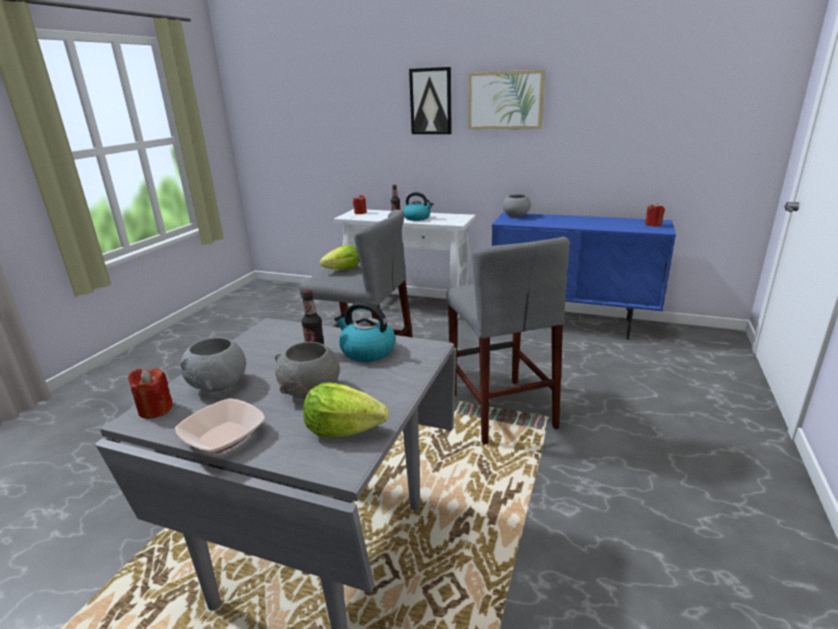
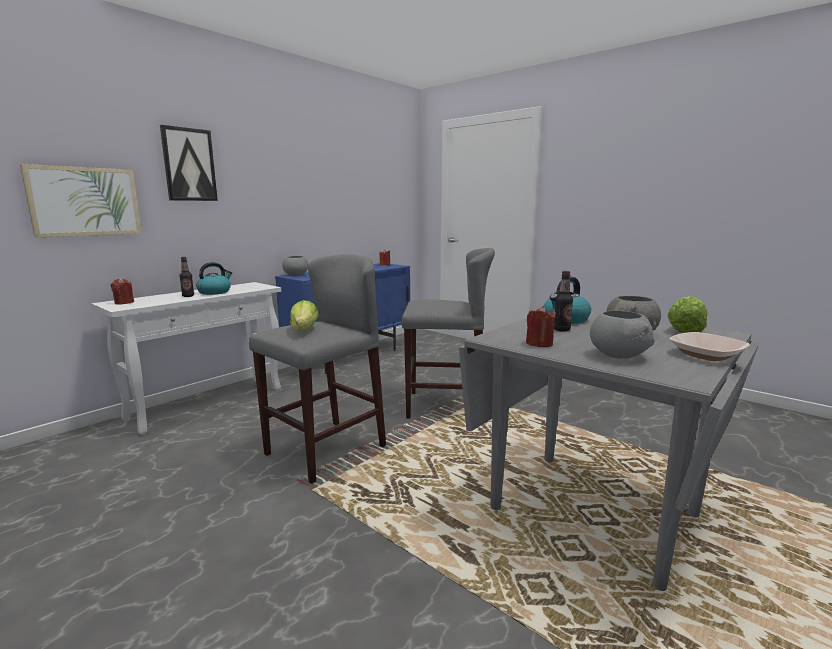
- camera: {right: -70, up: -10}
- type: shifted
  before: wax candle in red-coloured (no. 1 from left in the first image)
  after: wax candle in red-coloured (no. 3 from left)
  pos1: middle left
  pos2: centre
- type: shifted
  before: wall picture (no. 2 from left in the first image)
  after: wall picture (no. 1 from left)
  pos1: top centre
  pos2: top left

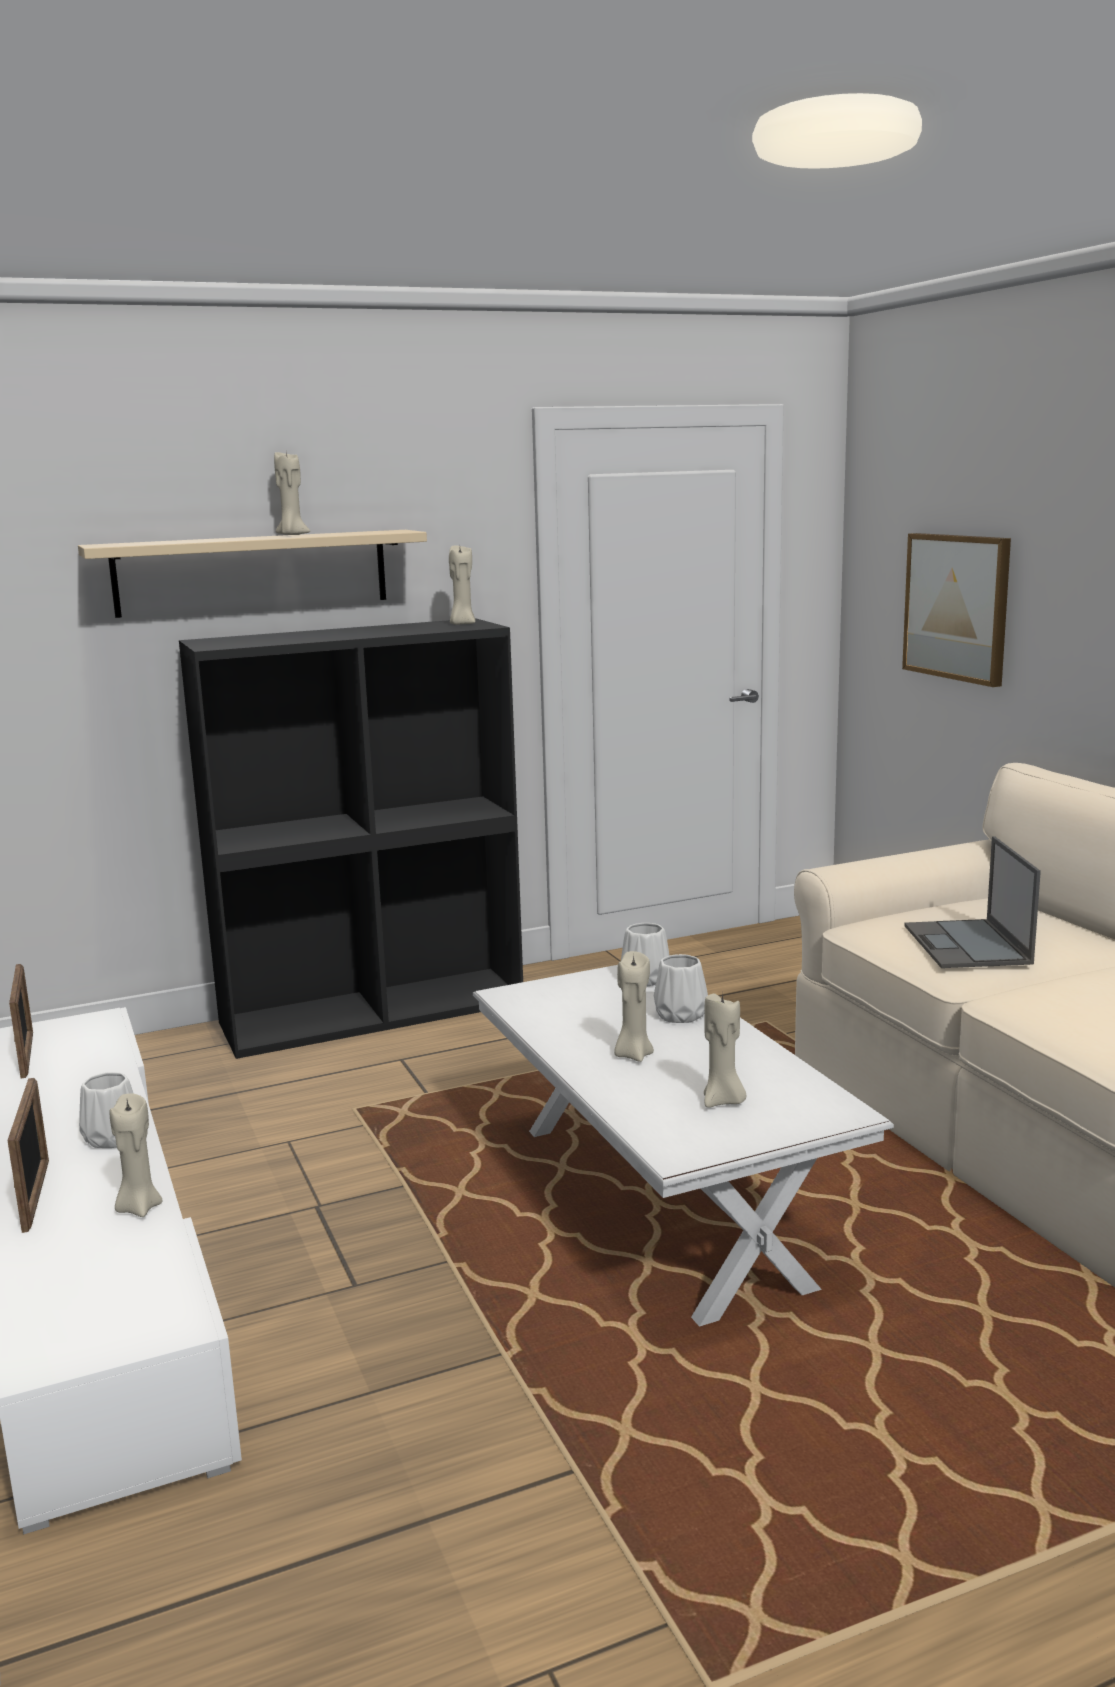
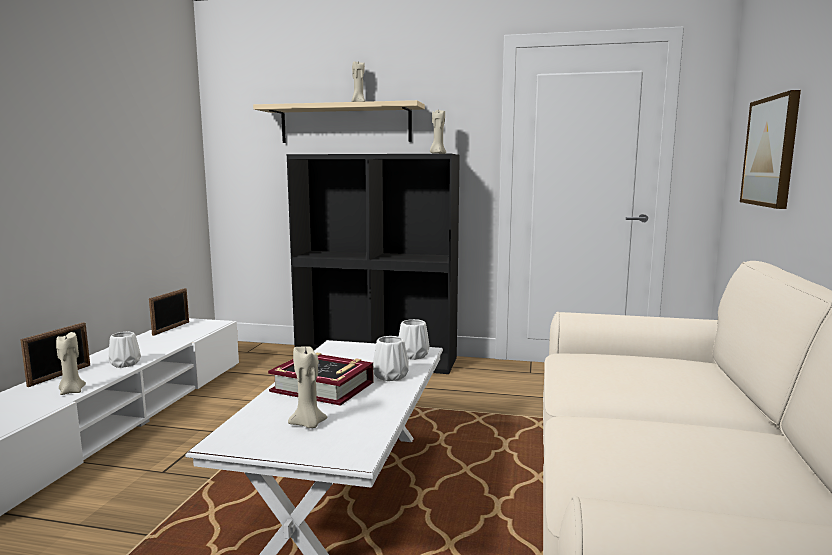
- camera: {right: 35, up: -5}
- type: swapped
  before: wax candle in beige-coloured (no. 4 from left)
  after: volume
  pos1: centre
  pos2: bottom centre
- type: gone
  before: notebook computer
  pos1: middle right

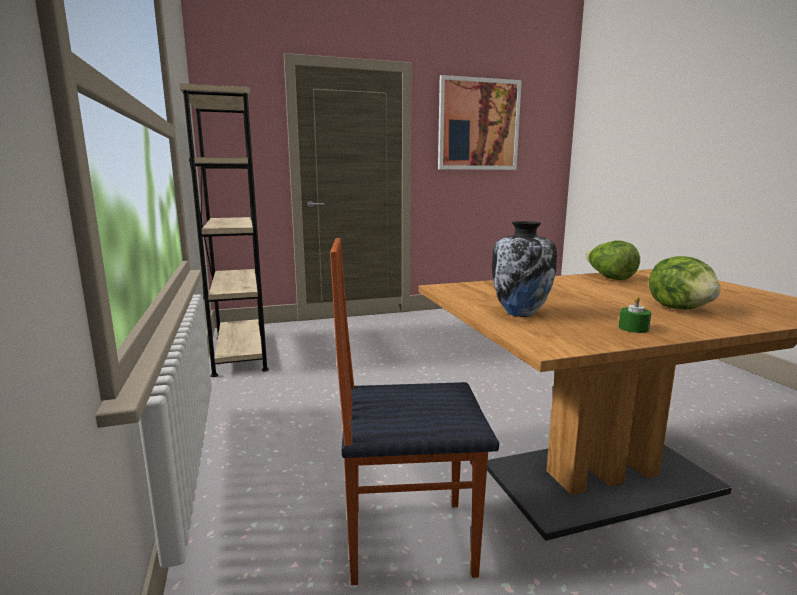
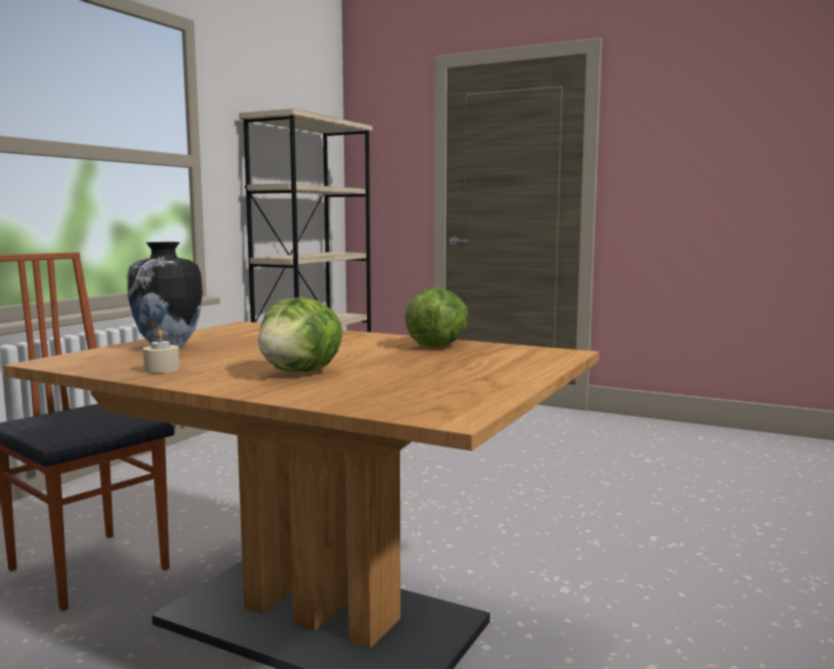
- camera: {right: 45, up: -5}
- type: gone
  before: wall picture
  pos1: top centre
- type: repainted
  before: wax candle in greenish
  after: wax candle in beige-coloured
  pos1: middle right
  pos2: middle left

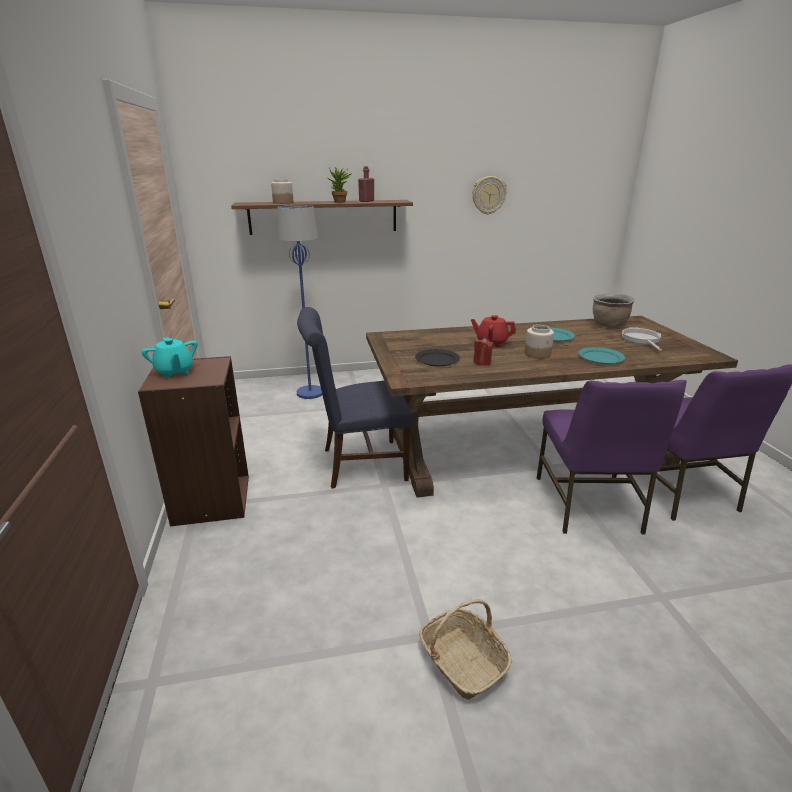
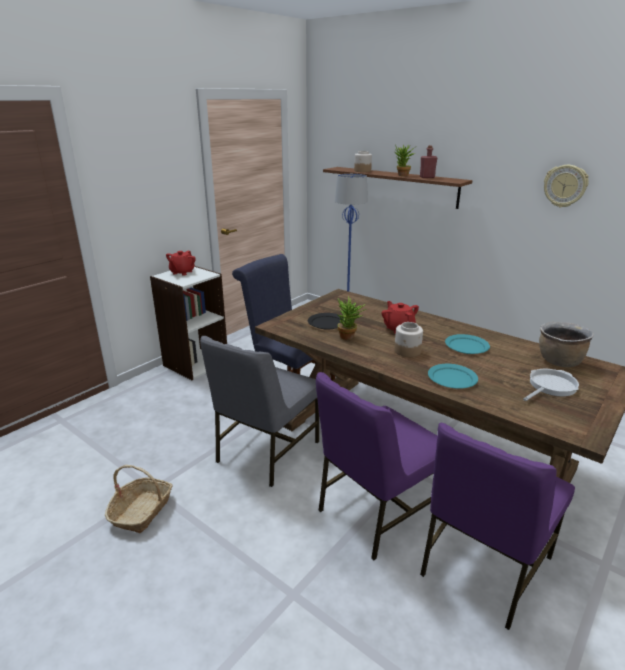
- camera: {right: 50, up: 0}
- type: repainted
  before: bookshelf in brown-coloured
  after: bookshelf in whitish
  pos1: middle left
  pos2: middle left
- type: repainted
  before: tea pot in turquoise
  after: tea pot in red-coloured (no. 1 from left)
  pos1: middle left
  pos2: middle left
- type: swapped
  before: wax candle in red-coloured
  after: plant in a pot (no. 1 from left)
  pos1: centre
  pos2: centre
- type: new
  after: upright chair in greyish
  pos2: centre

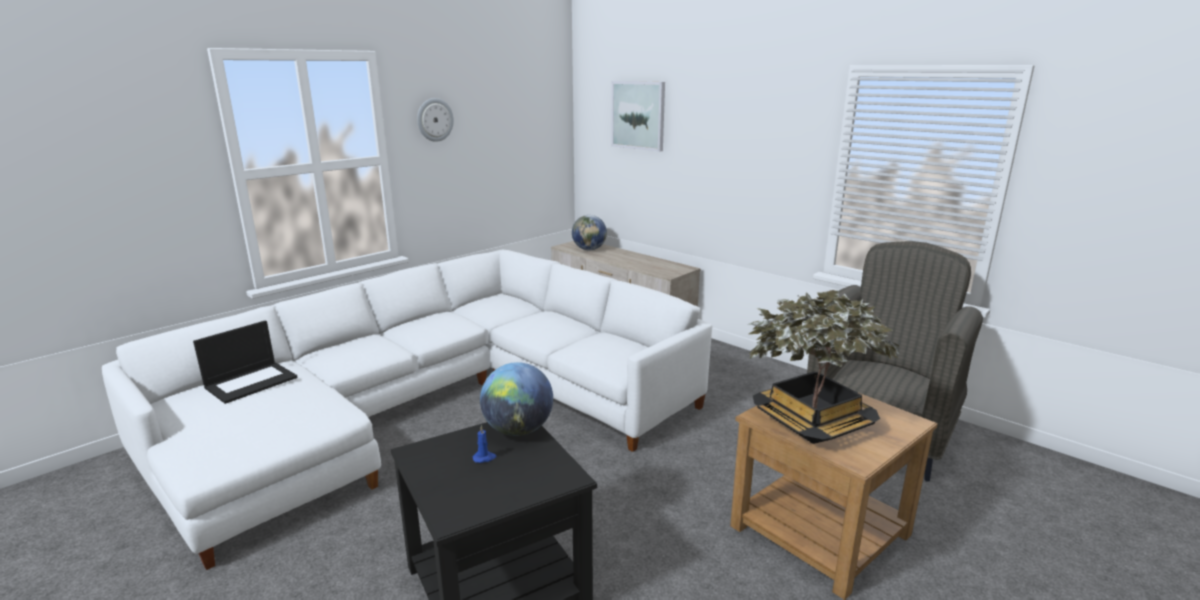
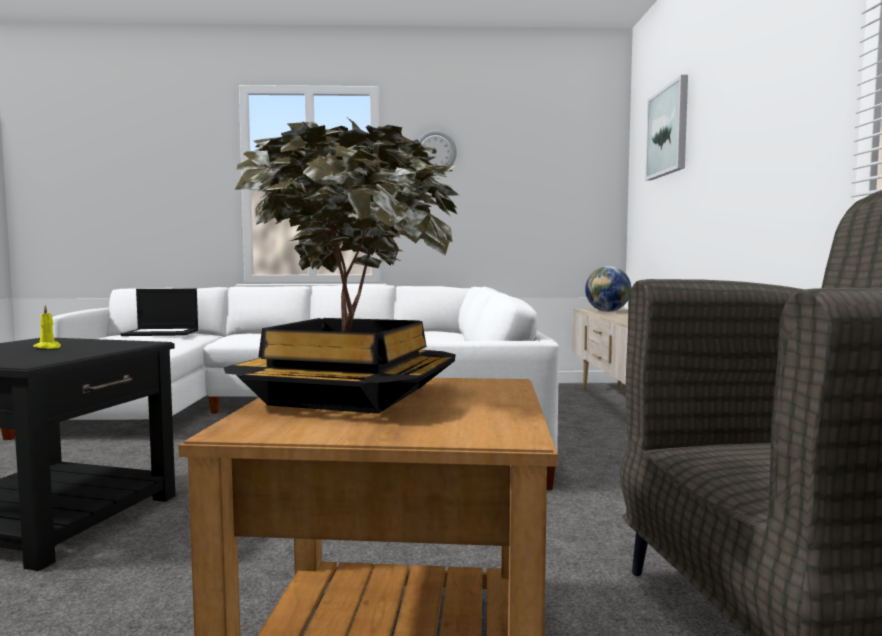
- camera: {right: 45, up: -15}
- type: repainted
  before: wax candle in bluish
  after: wax candle in yellow
  pos1: bottom centre
  pos2: middle left
- type: gone
  before: desk globe (no. 1 from left)
  pos1: centre

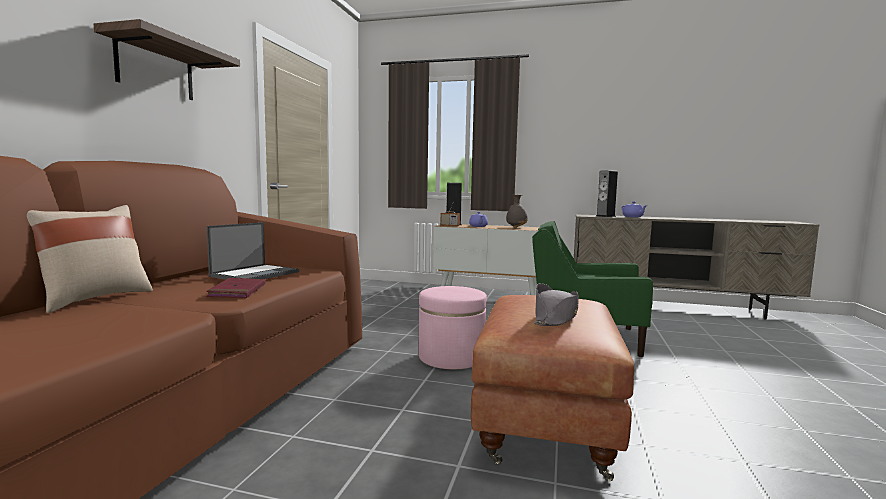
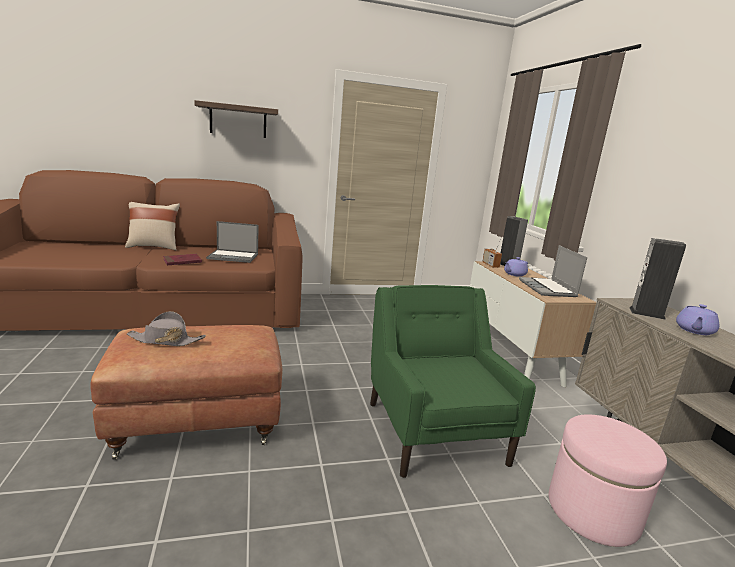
- camera: {right: 60, up: 10}
- type: shifted
  before: ottoman in pink-coloured
  pos1: centre
  pos2: bottom right
- type: swapped
  before: flower vase in greyish
  after: notebook computer (no. 2 from left)
  pos1: centre
  pos2: middle right

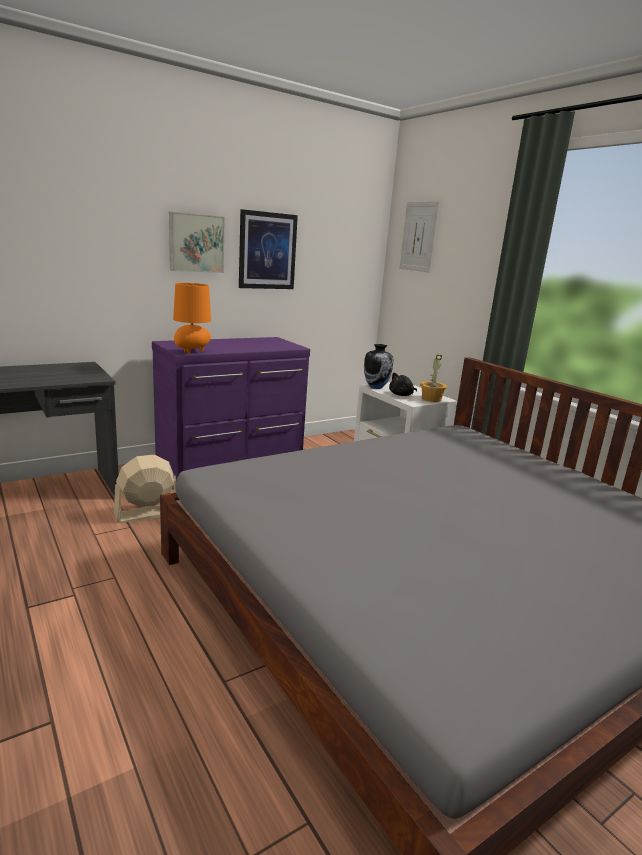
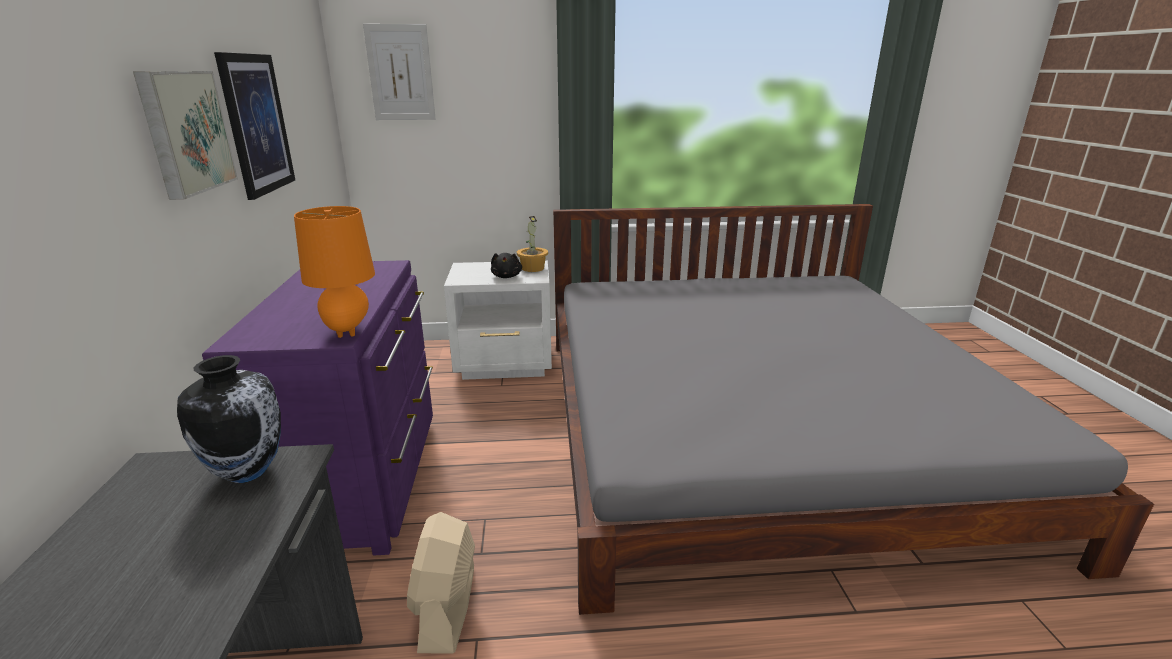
- camera: {right: -60, up: 5}
- type: shifted
  before: flower vase
  pos1: centre
  pos2: middle left

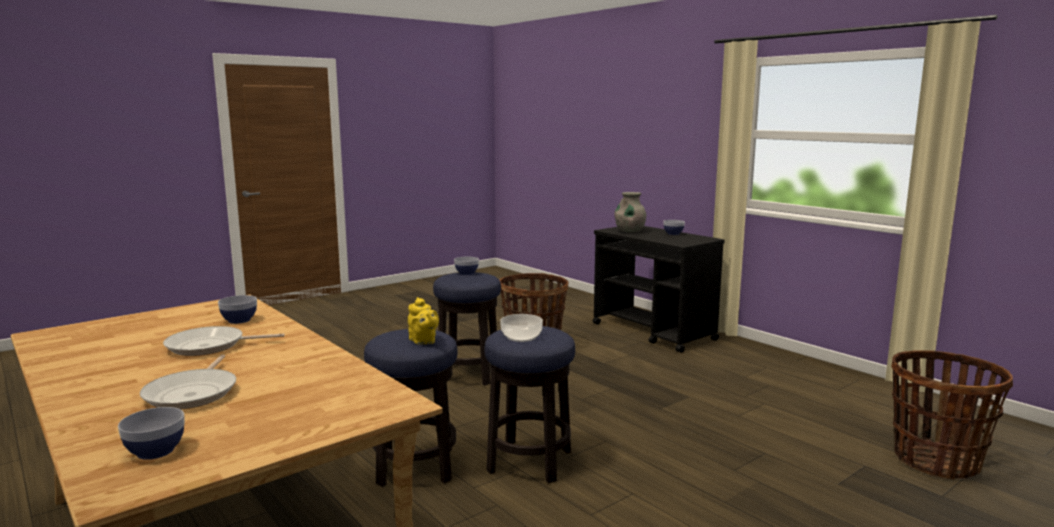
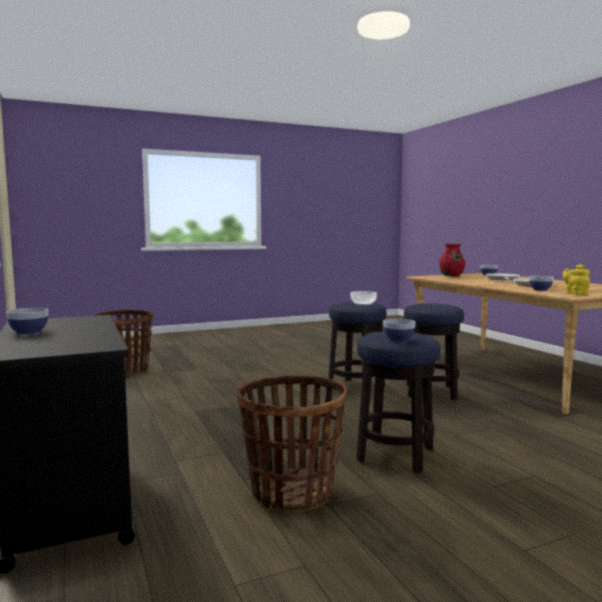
- camera: {right: -165, up: -5}
- type: shifted
  before: tea pot in yellow
  pos1: centre
  pos2: middle right
- type: gone
  before: flower vase in greyish
  pos1: centre
- type: new
  after: flower vase in red-coloured
  pos2: middle right

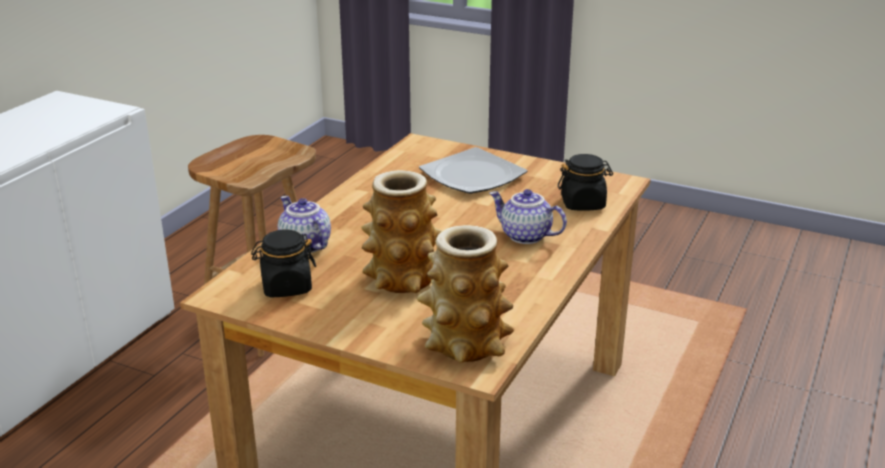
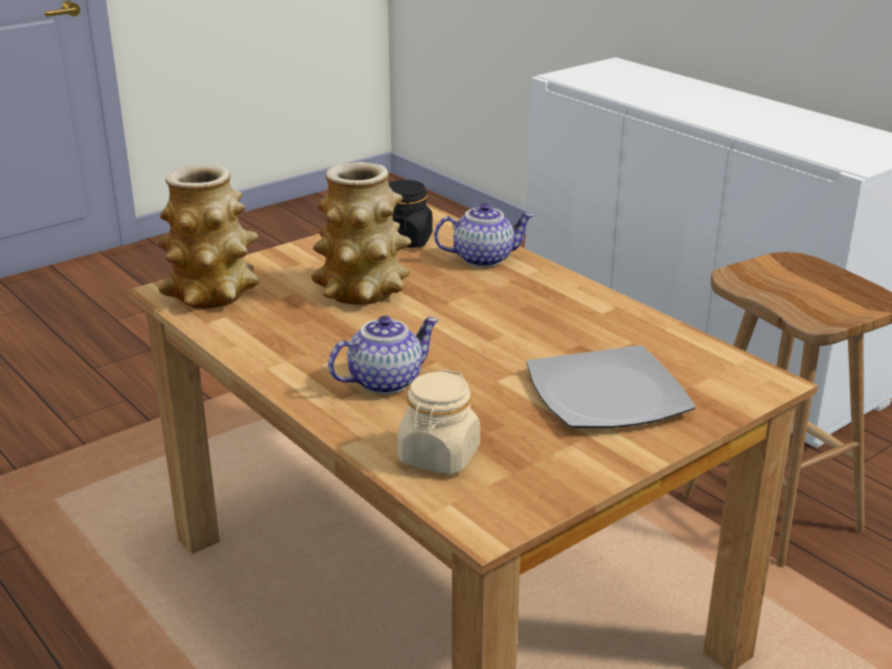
- camera: {right: 115, up: 0}
- type: repainted
  before: jar in blackish (no. 2 from left)
  after: jar in beige-coloured
  pos1: centre
  pos2: centre

